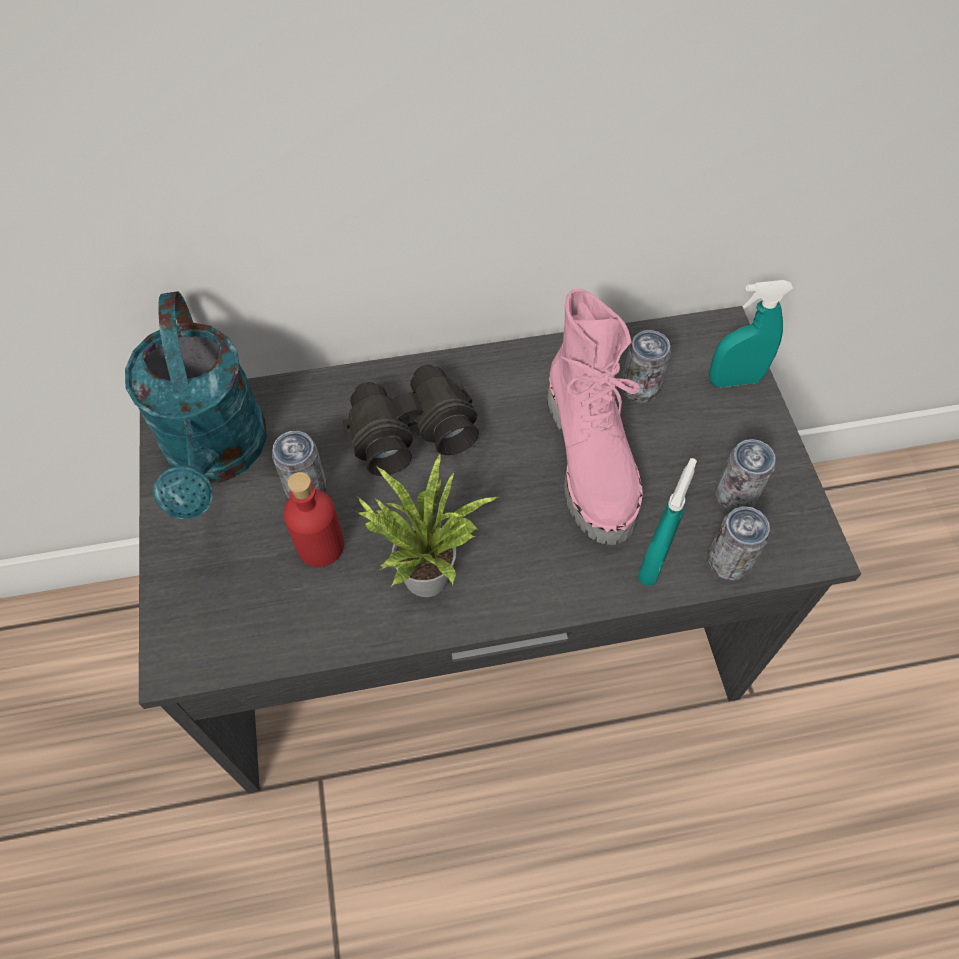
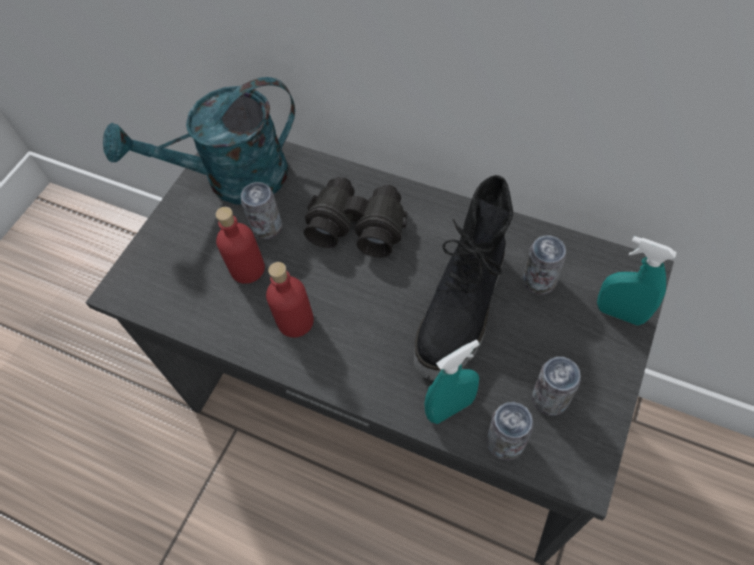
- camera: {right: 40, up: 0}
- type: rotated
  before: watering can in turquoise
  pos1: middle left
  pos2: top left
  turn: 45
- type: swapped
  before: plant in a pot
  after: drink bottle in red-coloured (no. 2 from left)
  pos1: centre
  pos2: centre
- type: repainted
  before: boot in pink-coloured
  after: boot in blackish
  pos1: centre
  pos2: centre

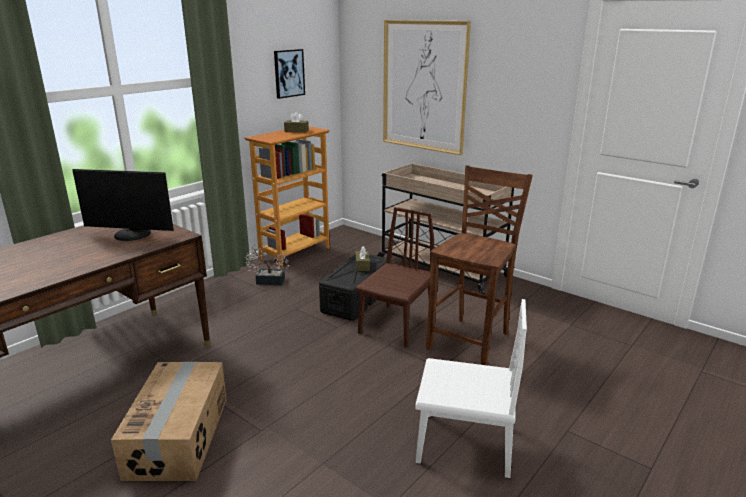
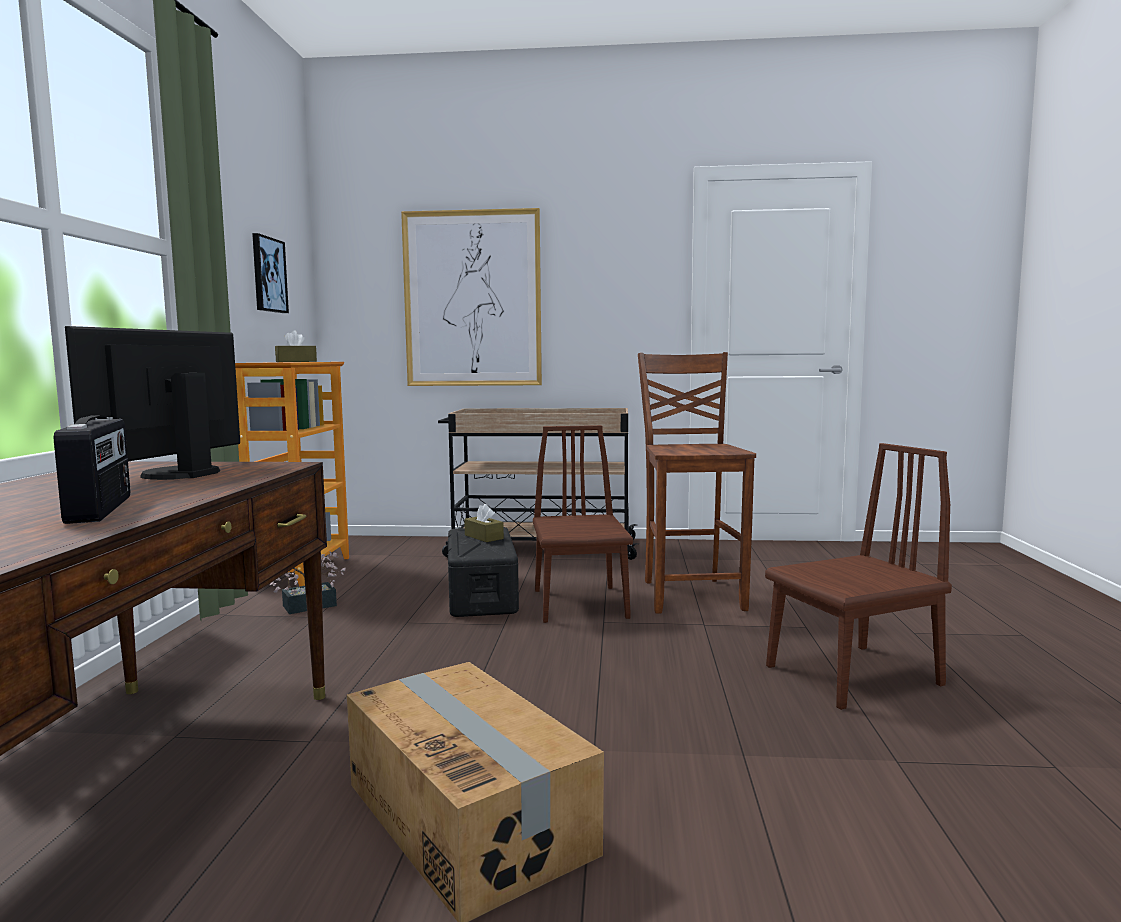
- camera: {right: -35, up: -15}
- type: rotated
  before: computer screen
  pos1: middle left
  pos2: middle left
  turn: 135
- type: repainted
  before: upright chair in whitish
  after: upright chair in brown-coloured (no. 3 from left)
  pos1: bottom centre
  pos2: middle right
- type: new
  after: radio
  pos2: middle left

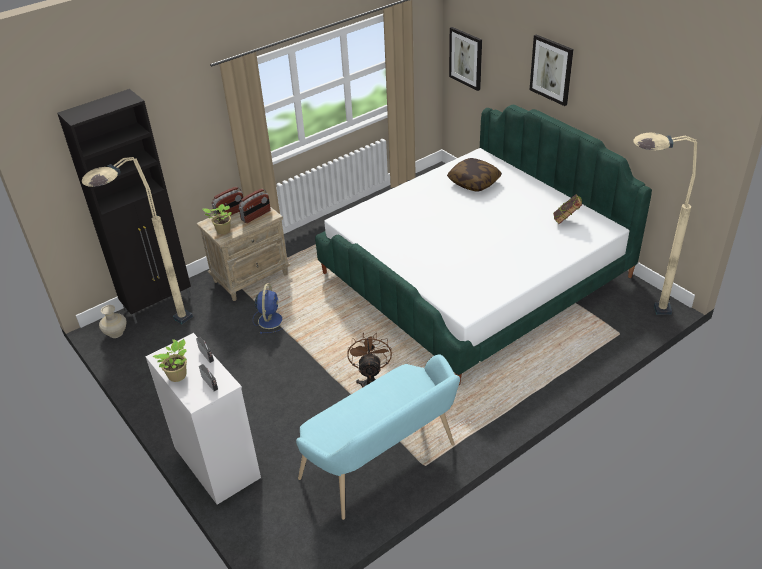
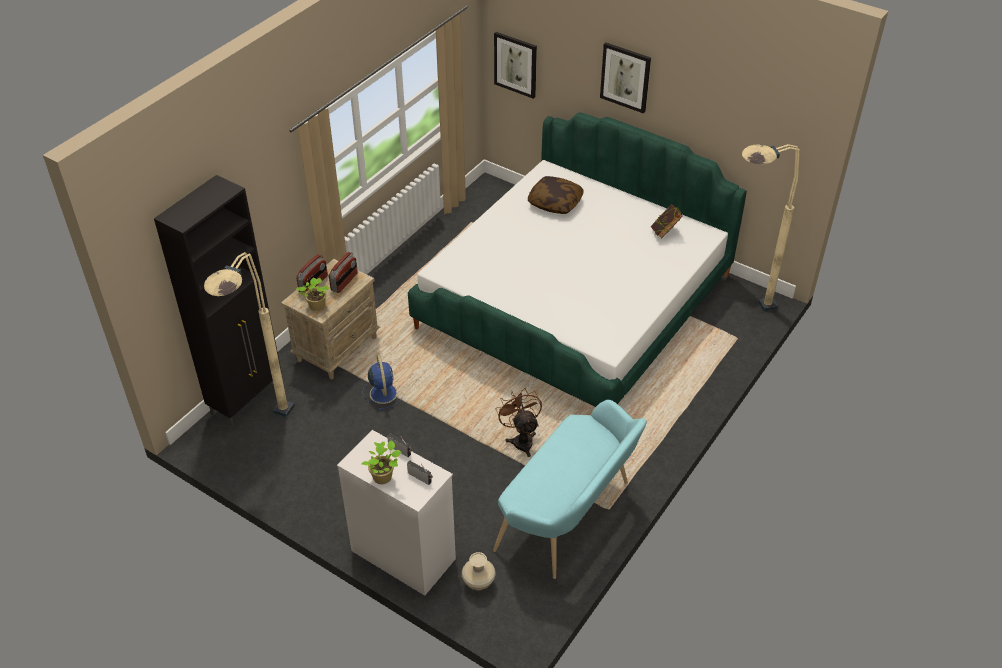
- camera: {right: -20, up: 5}
- type: shifted
  before: flower vase in beige-coloured
  pos1: middle left
  pos2: bottom centre

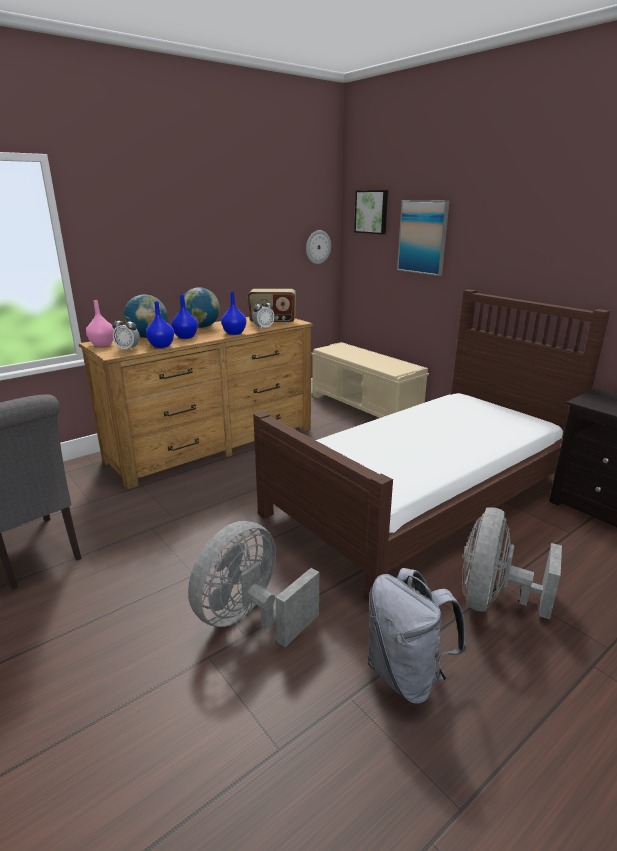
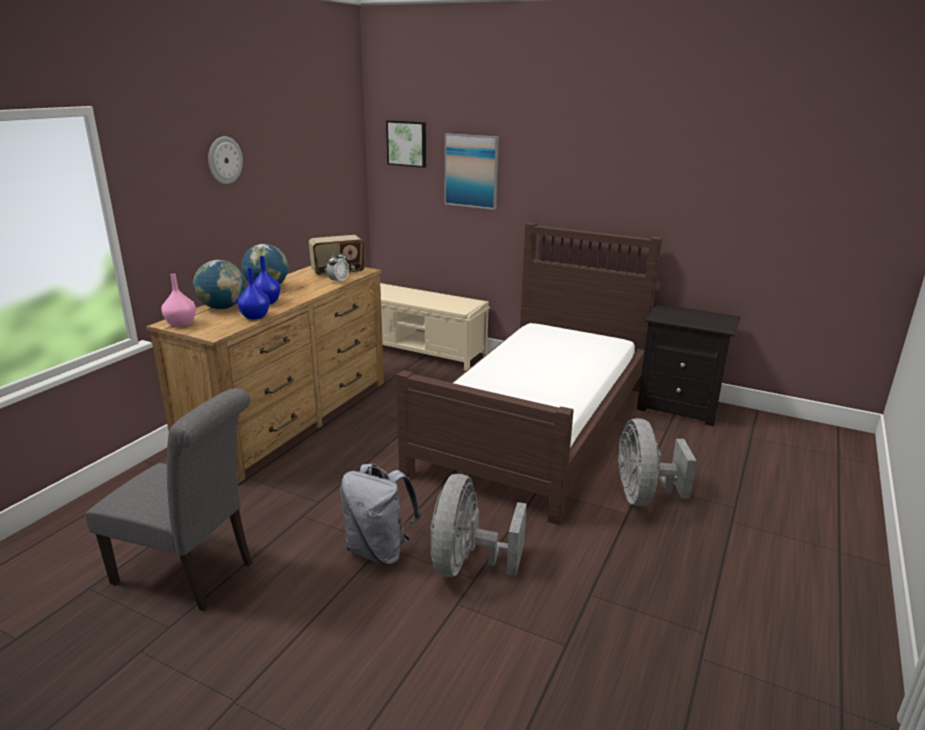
- camera: {right: -25, up: 0}
- type: gone
  before: table clock (no. 1 from left)
  pos1: middle left
- type: gone
  before: flower vase in bluish (no. 3 from left)
  pos1: centre
- type: shifted
  before: wall clock
  pos1: top centre
  pos2: top left
- type: shifted
  before: knapsack in greyish
  pos1: bottom right
  pos2: bottom centre

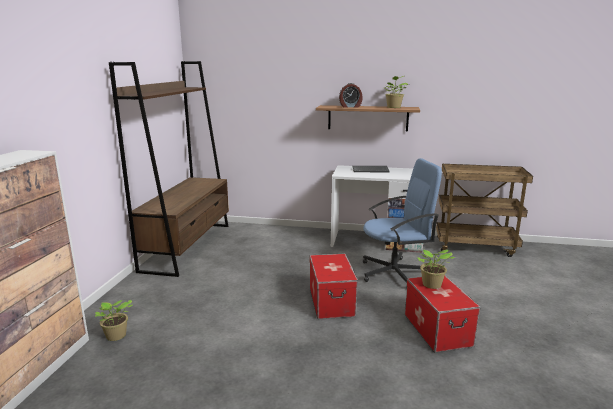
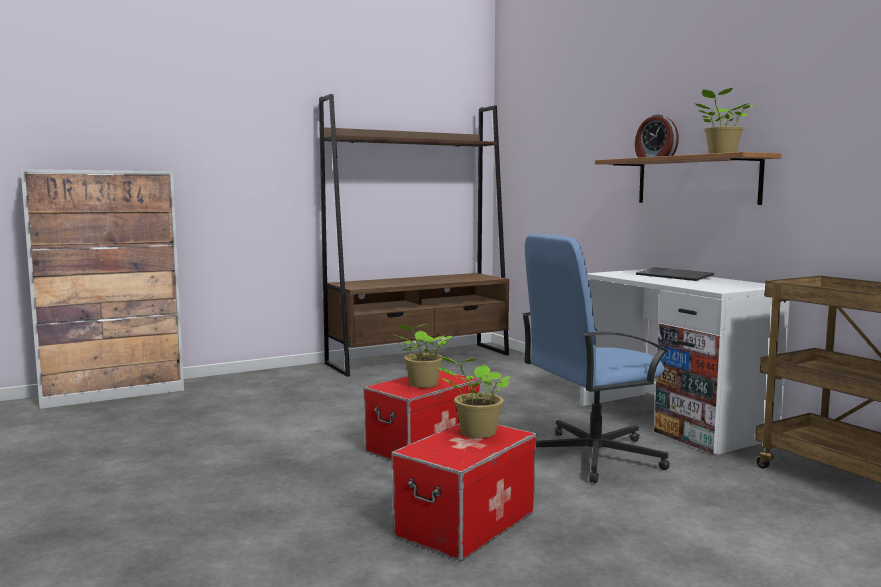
- camera: {right: 50, up: -10}
- type: shifted
  before: plant in a pot (no. 1 from left)
  pos1: bottom left
  pos2: centre
- type: rotated
  before: office chair in bluish
  pos1: centre
  pos2: middle right
  turn: 120

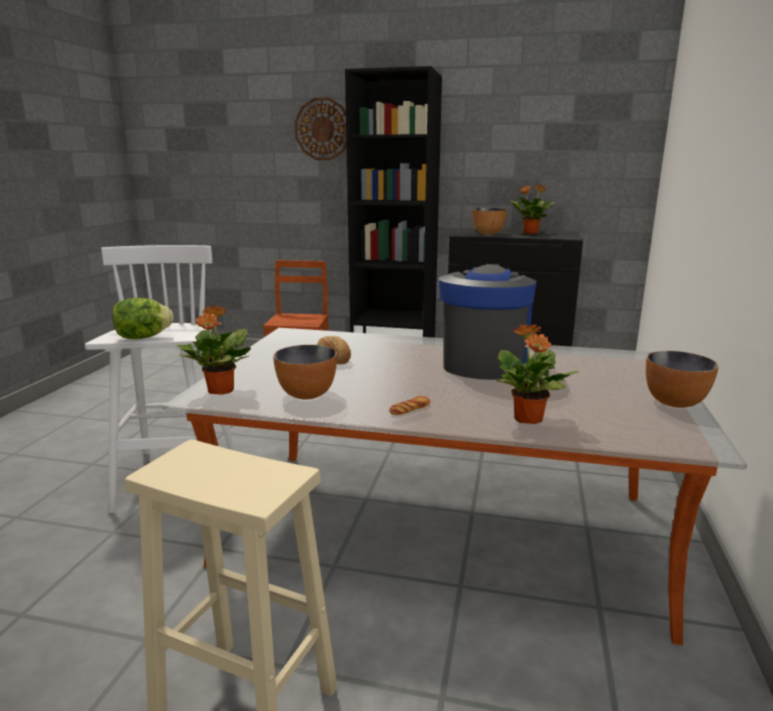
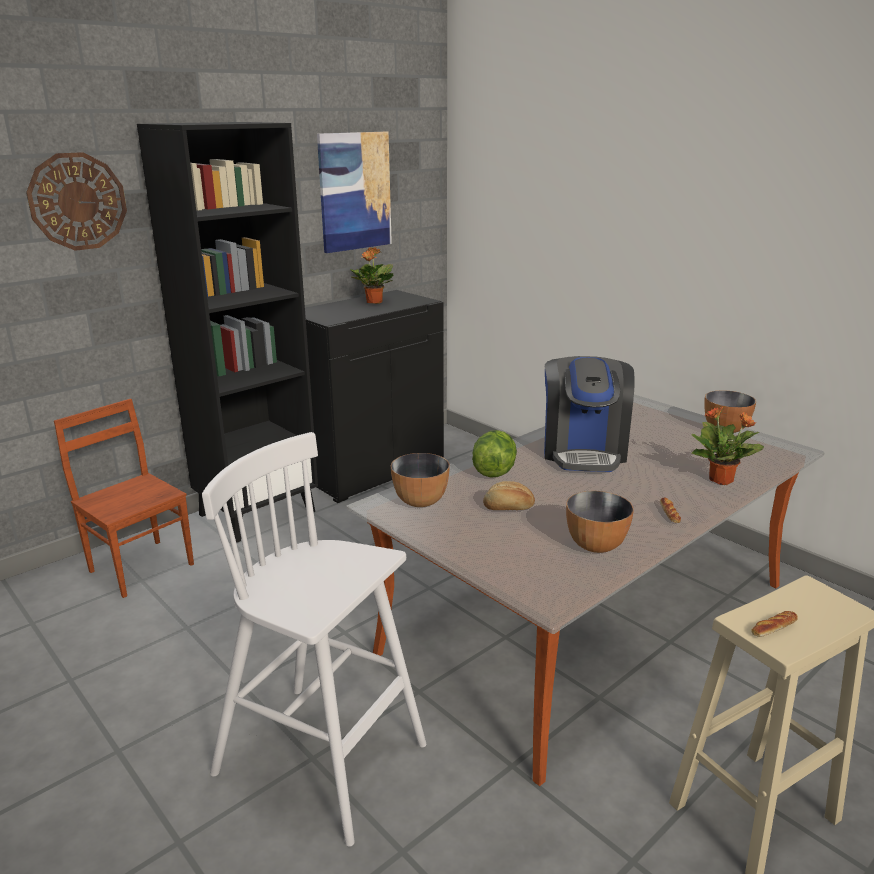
- camera: {right: -55, up: 5}
- type: shifted
  before: lettuce head
  pos1: middle left
  pos2: centre
- type: gone
  before: plant in a pot (no. 1 from left)
  pos1: middle left
- type: rotated
  before: coffee machine
  pos1: centre
  pos2: middle right
  turn: -135
- type: shifted
  before: bowl (no. 2 from left in the first image)
  after: bowl (no. 1 from left)
  pos1: top centre
  pos2: centre
- type: new
  after: wall picture
  pos2: top centre
- type: new
  after: baked bread (no. 3 from left)
  pos2: bottom right

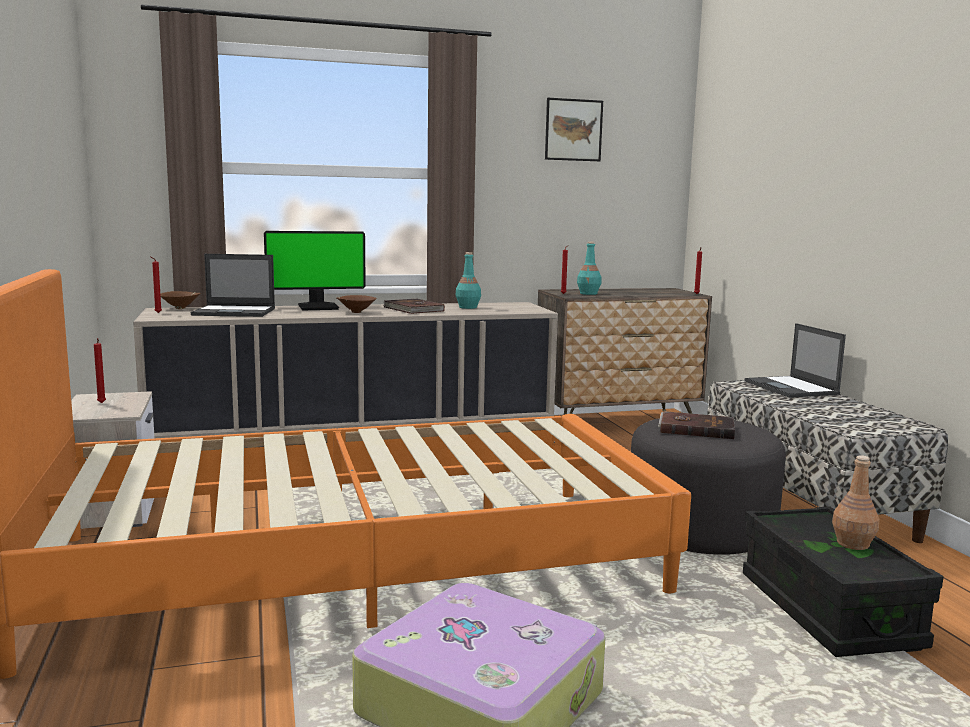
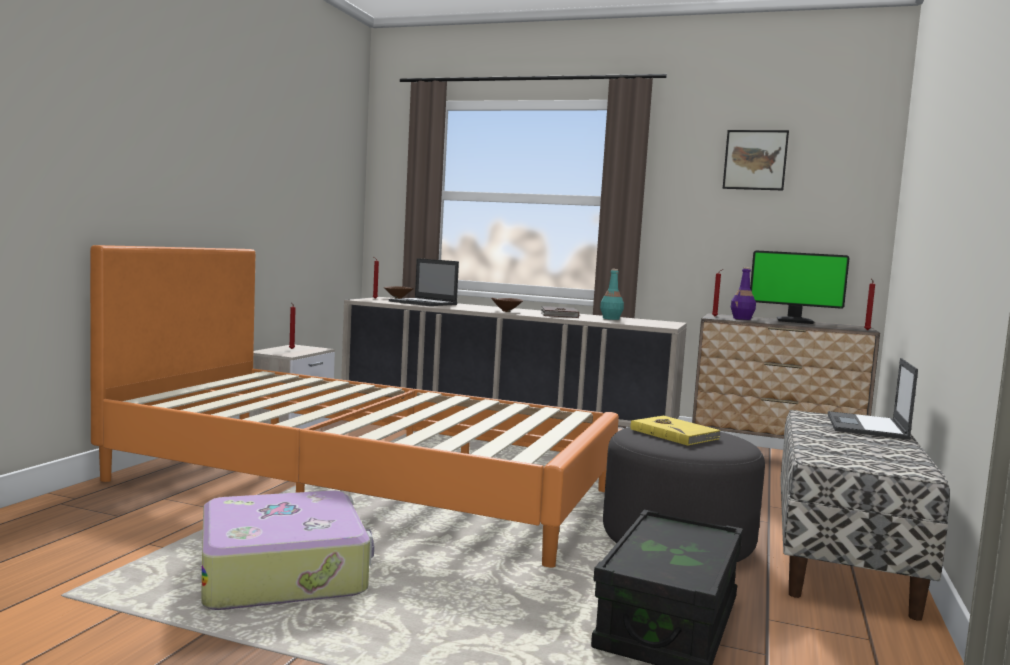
- camera: {right: 35, up: -5}
- type: shifted
  before: computer screen
  pos1: middle left
  pos2: middle right
- type: repainted
  before: drink bottle in turquoise (no. 2 from left)
  after: drink bottle in purplish
  pos1: centre
  pos2: middle right
- type: repainted
  before: volume in brown-coloured (no. 2 from left)
  after: volume in yellow
  pos1: middle right
  pos2: middle right
- type: gone
  before: drink bottle in brown-coloured
  pos1: bottom right

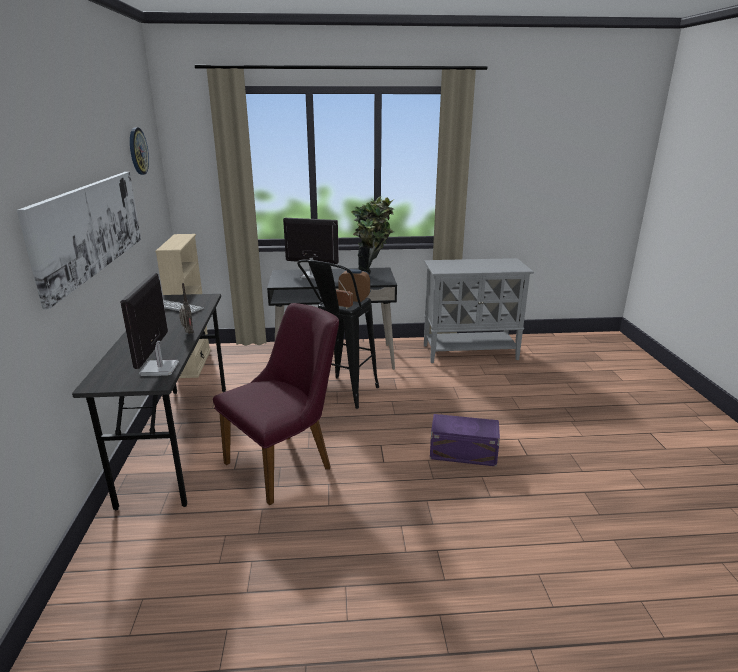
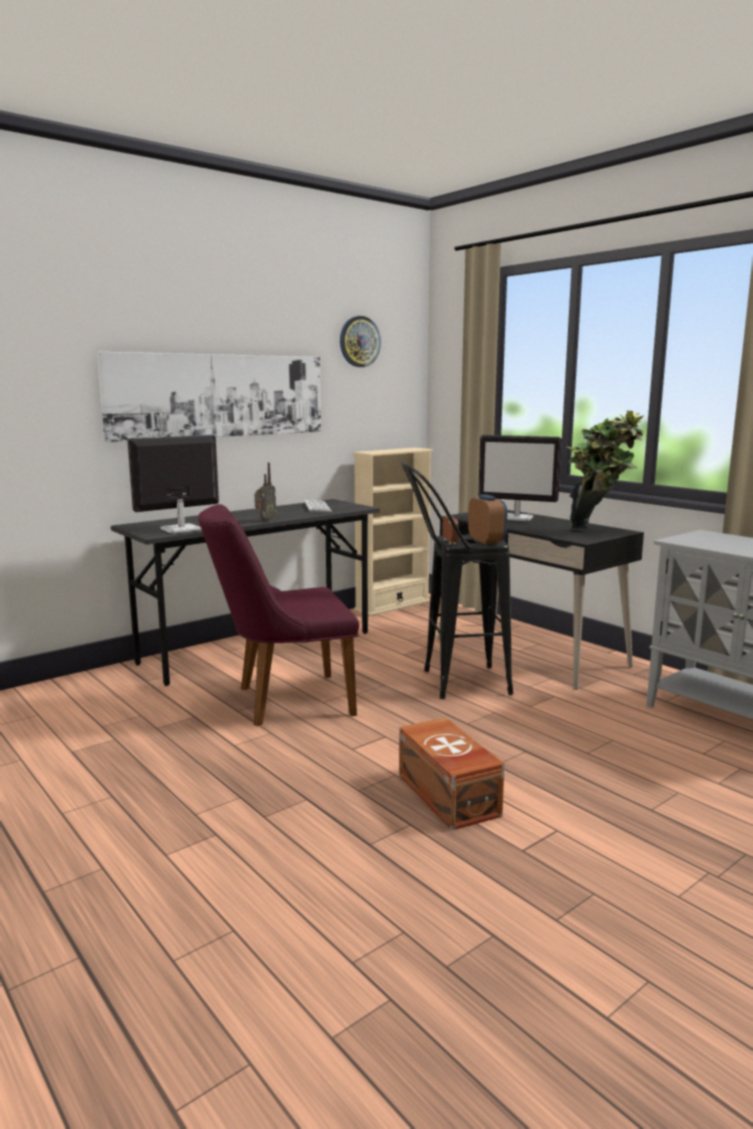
- camera: {right: 55, up: -10}
- type: rotated
  before: upright chair in purplish
  pos1: centre
  pos2: centre
  turn: 150
- type: rotated
  before: computer screen (no. 2 from left)
  pos1: centre
  pos2: middle right
  turn: 135
- type: repainted
  before: storage box in purplish
  after: storage box in brown-coloured
  pos1: centre
  pos2: bottom centre

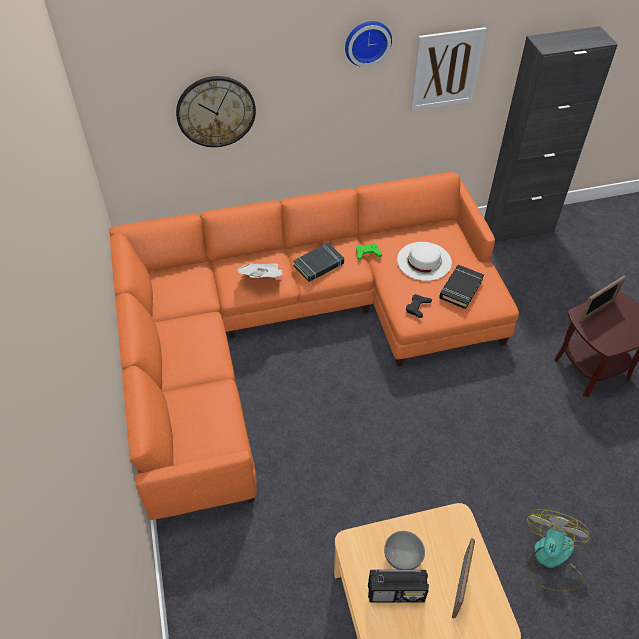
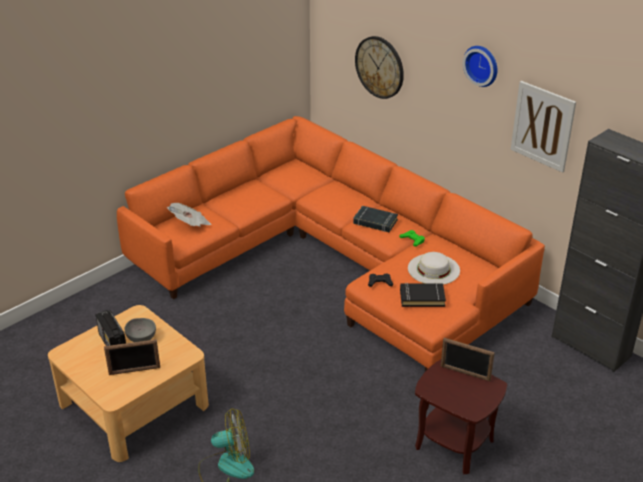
- camera: {right: 60, up: -15}
- type: shifted
  before: printed paper
  pos1: centre
  pos2: middle left

